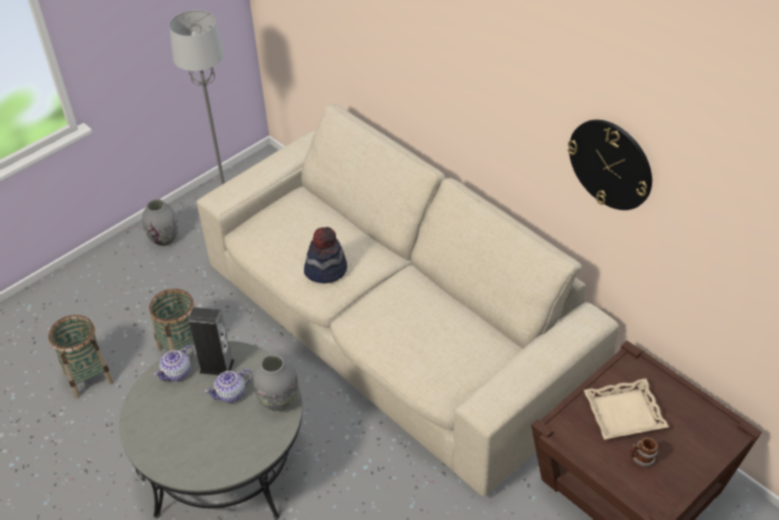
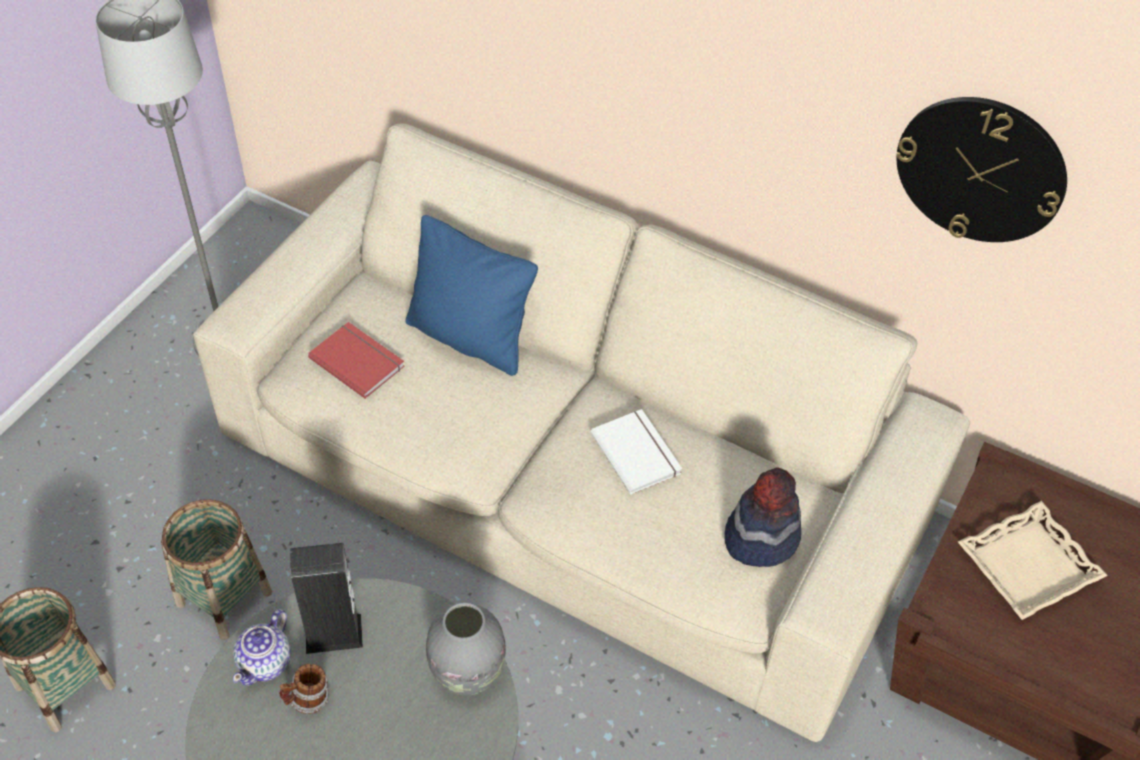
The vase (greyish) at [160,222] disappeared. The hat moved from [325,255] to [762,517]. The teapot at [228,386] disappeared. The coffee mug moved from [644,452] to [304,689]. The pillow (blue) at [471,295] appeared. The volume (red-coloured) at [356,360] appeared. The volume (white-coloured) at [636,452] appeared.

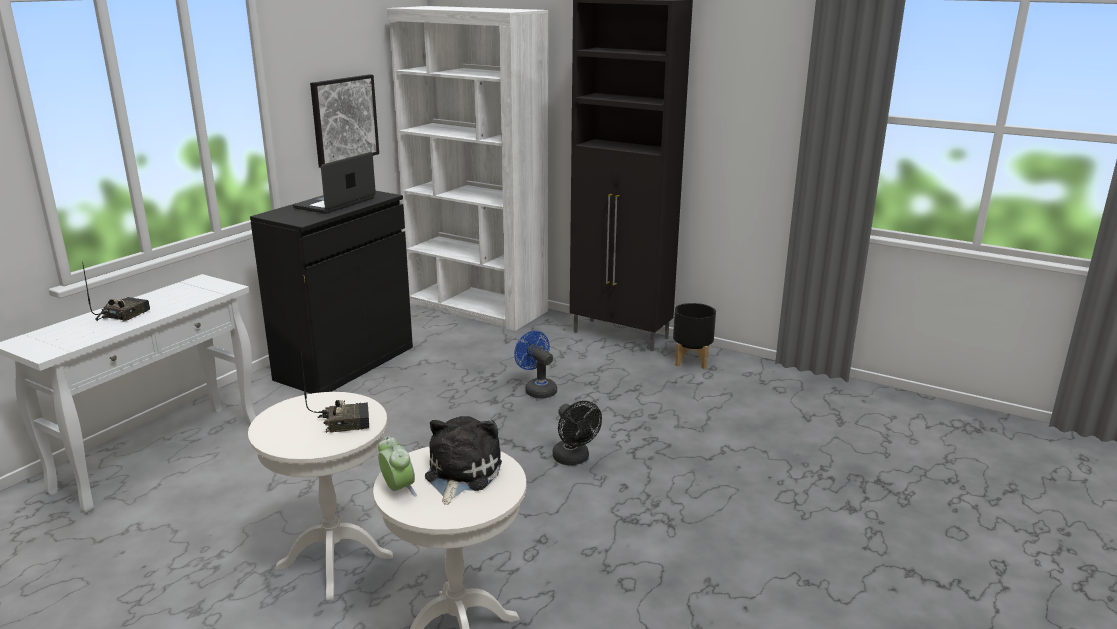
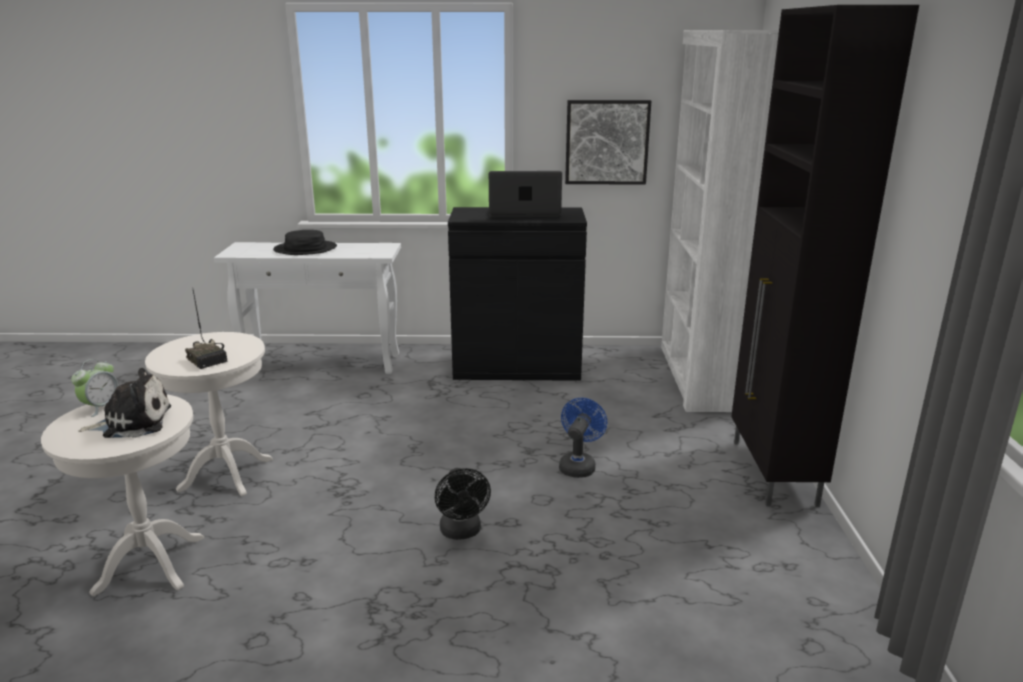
The radio receiver at [116,292] was replaced by the hat (black-coloured) at [305,242]. The planter (black-coloured) at [694,336] disappeared. The fan (black-coloured) at [577,433] turned 45 degrees counterclockwise.

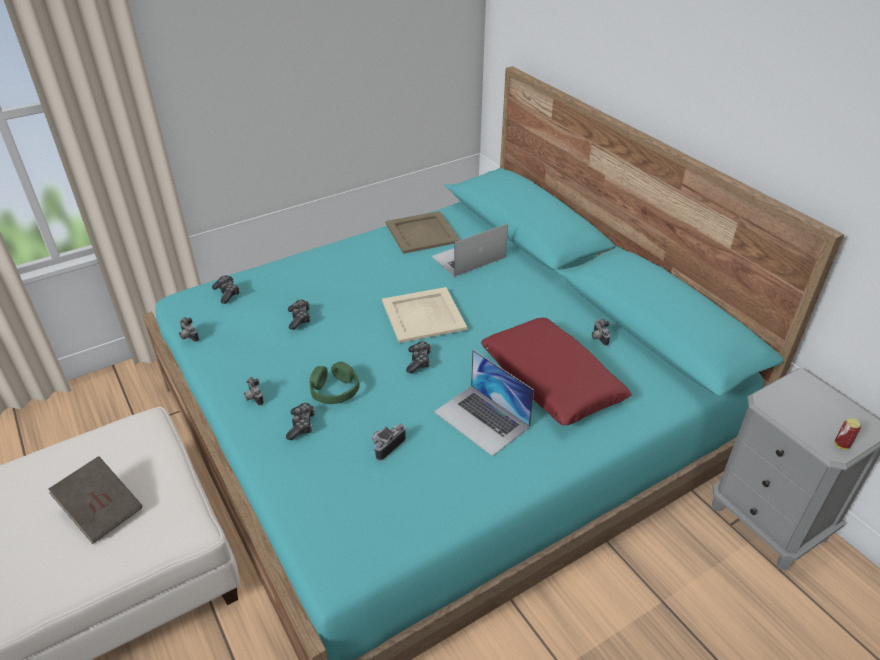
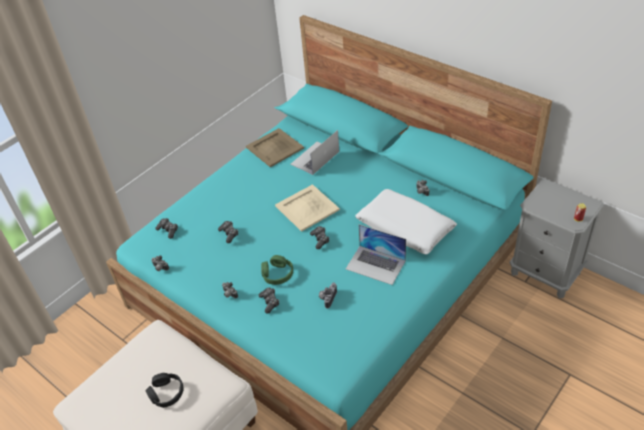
The pillow (red-coloured) at [556,371] became the pillow (white-coloured) at [406,221]. The volume (brownish) at [95,500] was replaced by the pair of headphones (black-coloured) at [164,390].

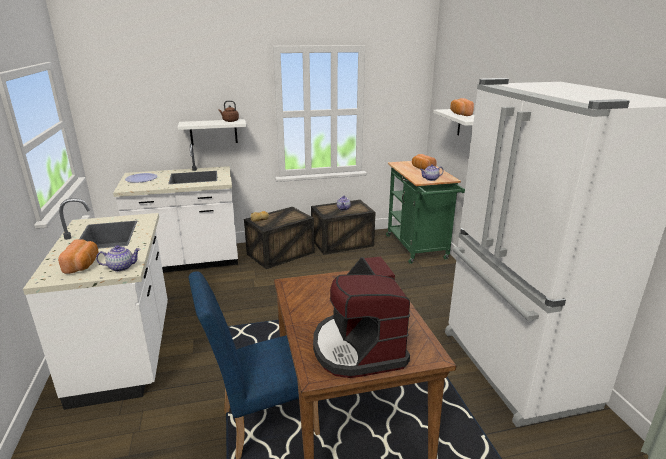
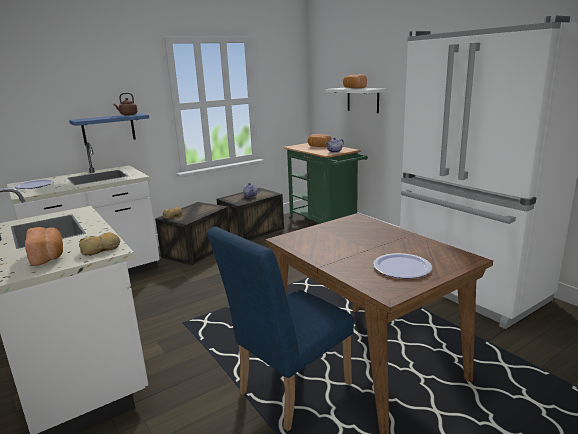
The bracket shelf (white-coloured) at [212,132] became the bracket shelf (blue) at [109,129]. The teapot at [118,258] was replaced by the bread at [99,243]. The coffee maker at [361,317] was replaced by the flat dish at [402,265].

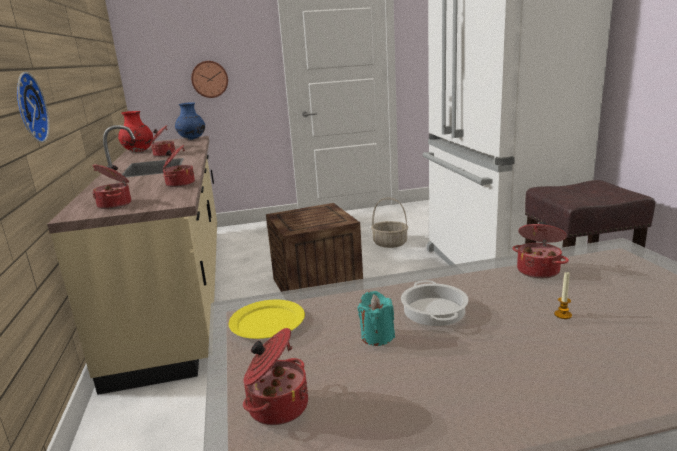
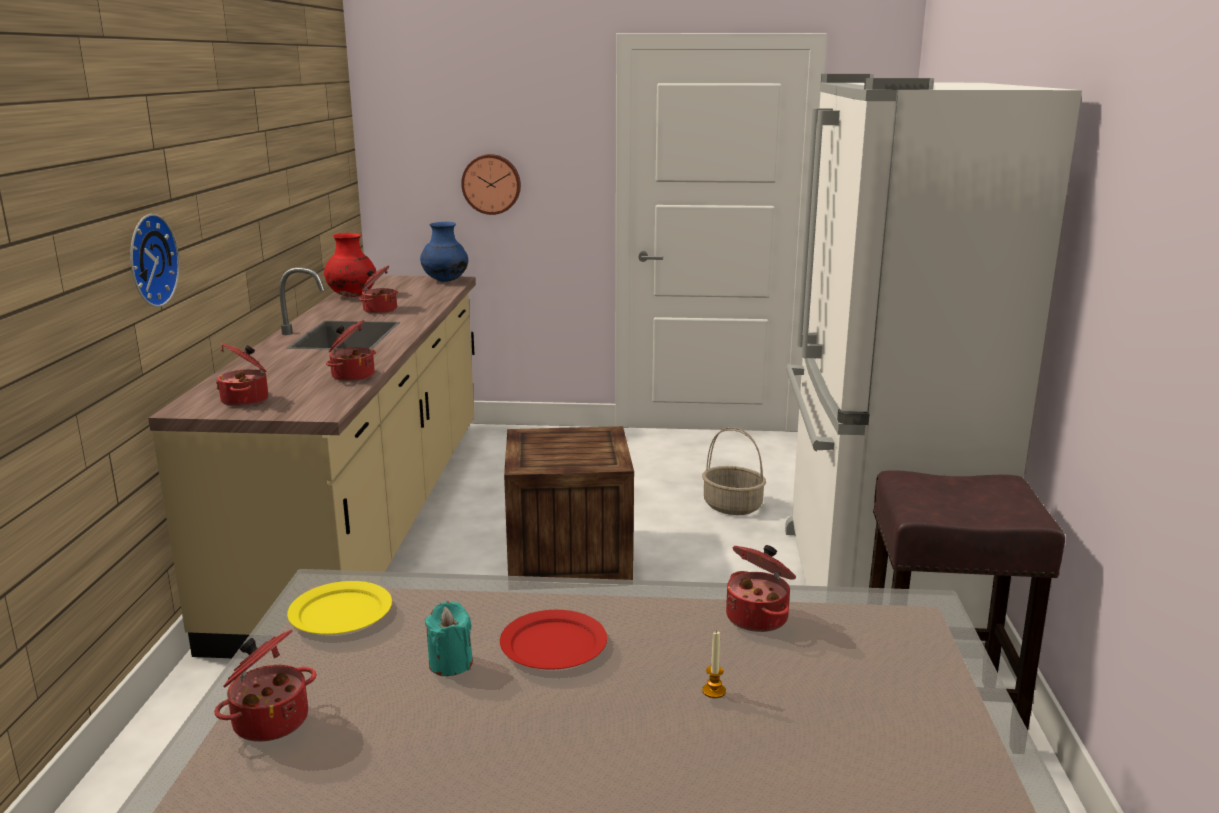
The saucepot at [435,303] was replaced by the flat dish (red-coloured) at [553,640].

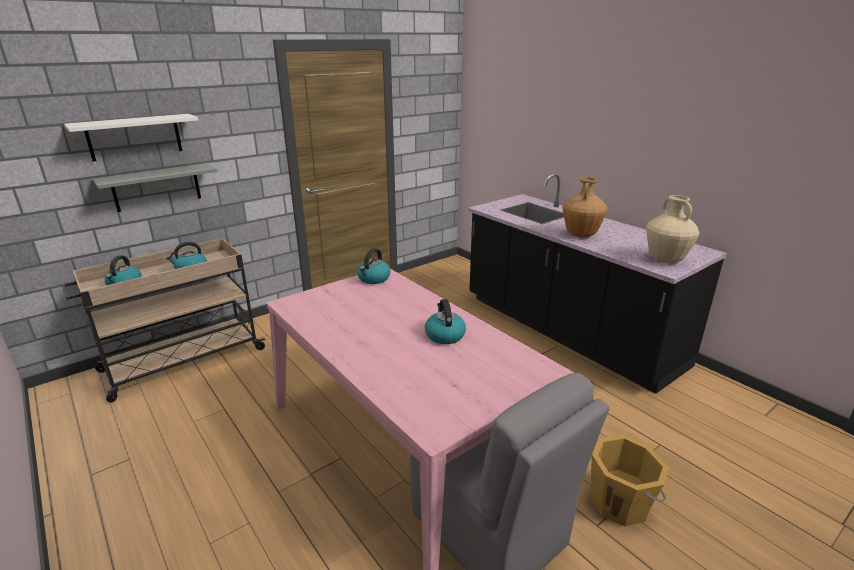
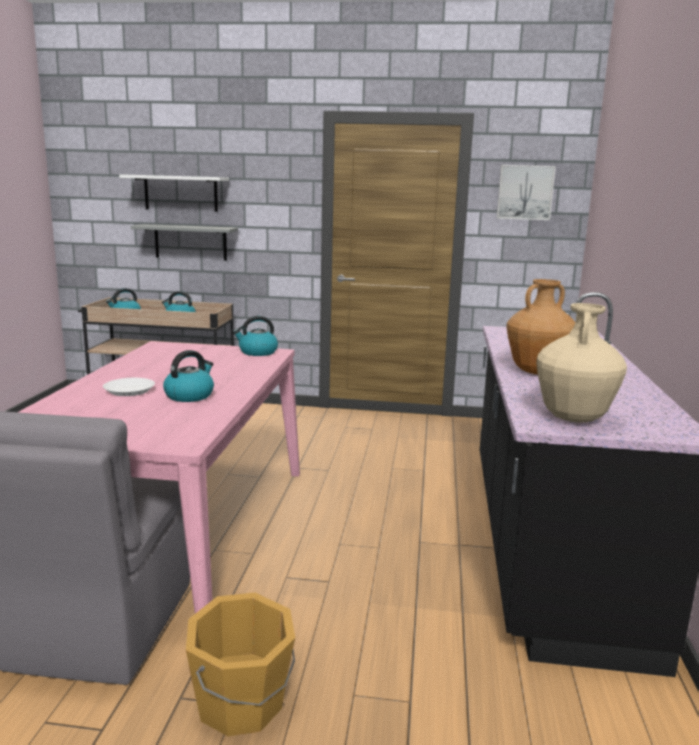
The wall picture at [526,192] appeared. The flat dish (white-coloured) at [129,387] appeared.

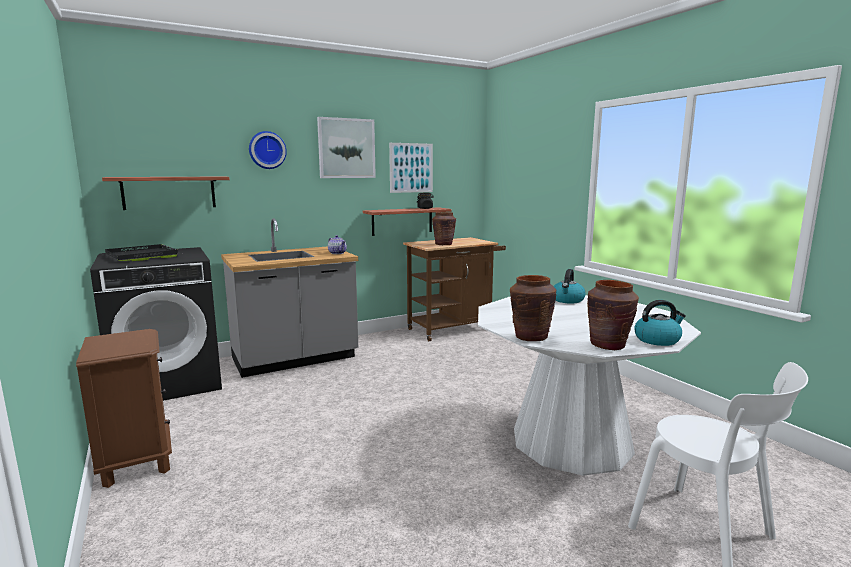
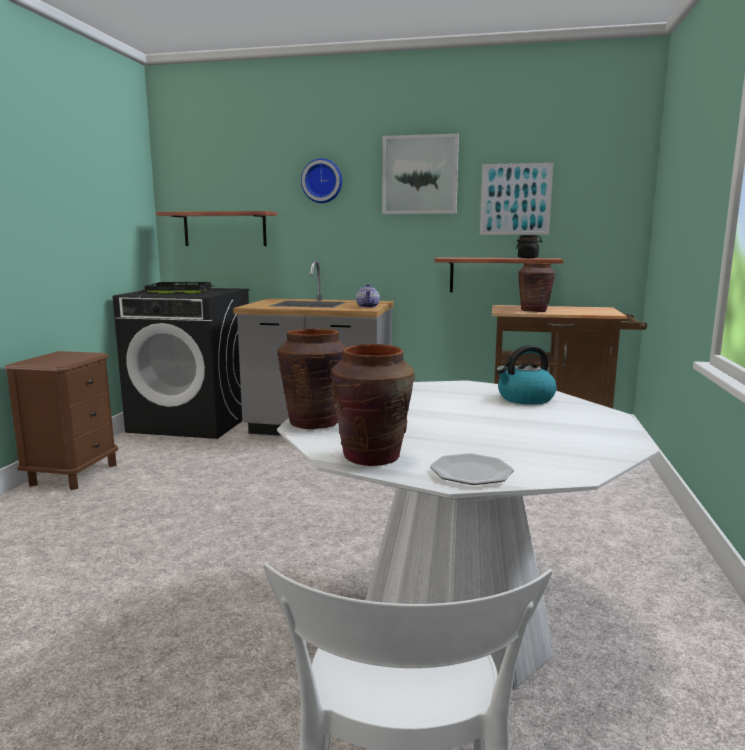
The kettle at [660,323] was replaced by the flat dish at [472,469].

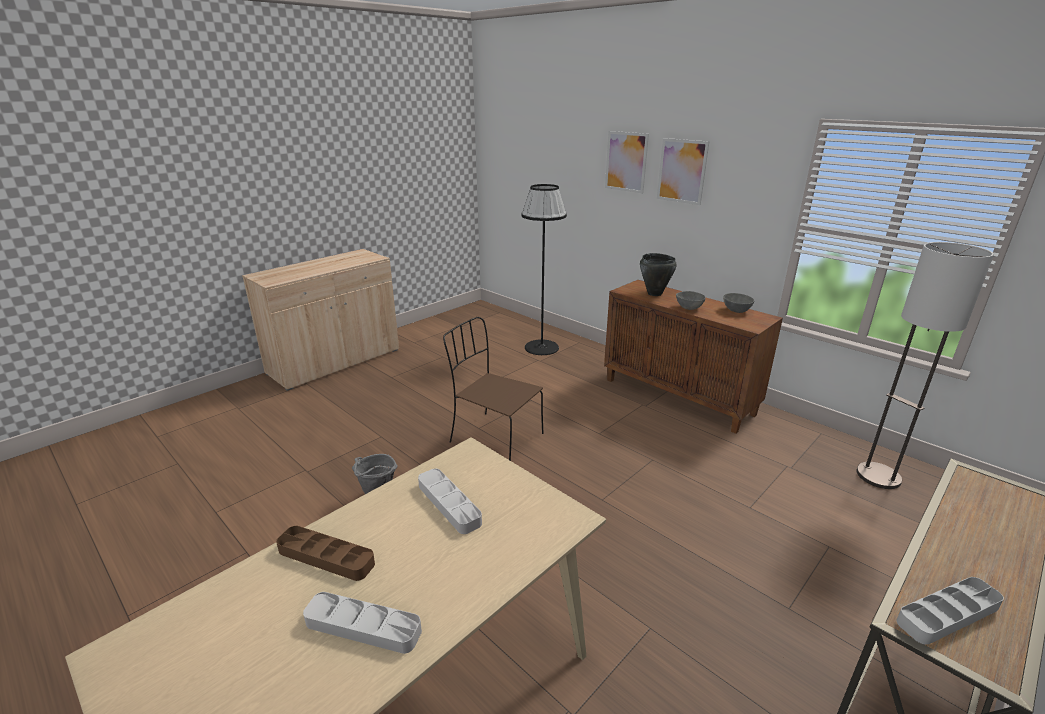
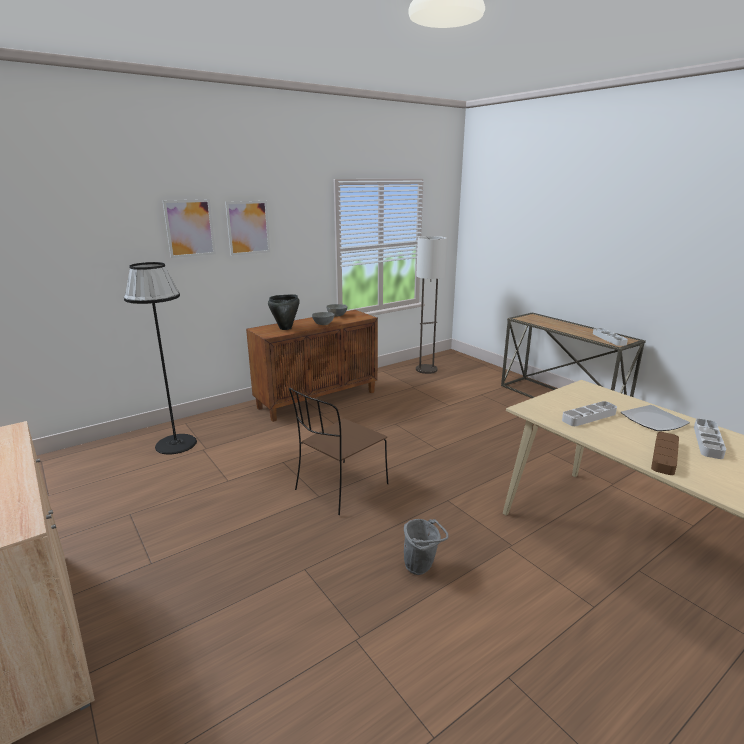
The flat dish at [655,418] appeared.

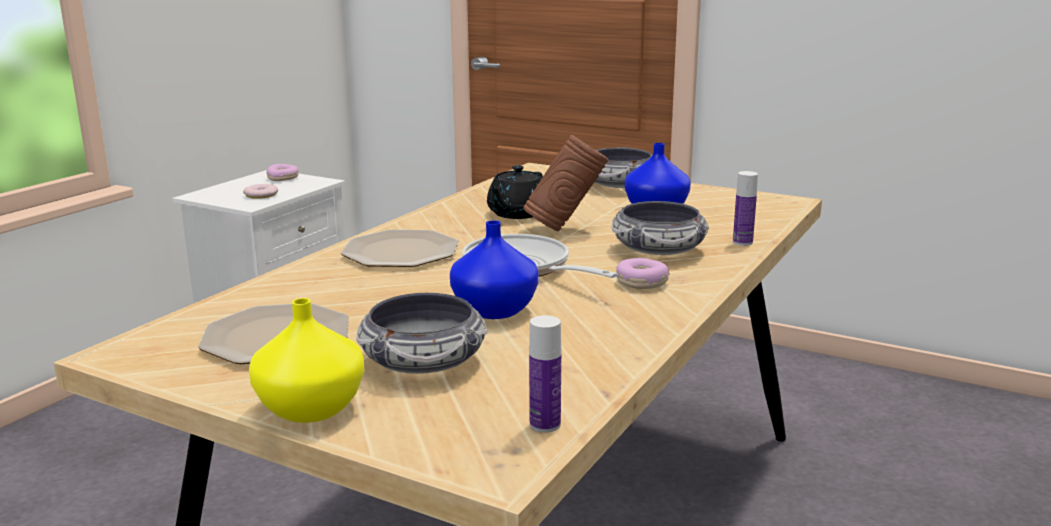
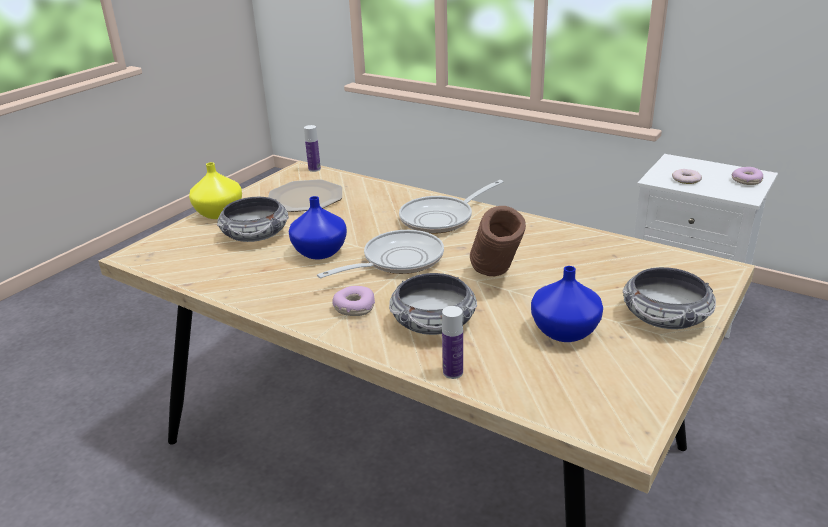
The teapot (black-coloured) at [515,192] disappeared. The flat dish at [400,248] was replaced by the skillet at [451,206]. The beverage bottle moved from [545,374] to [312,148].

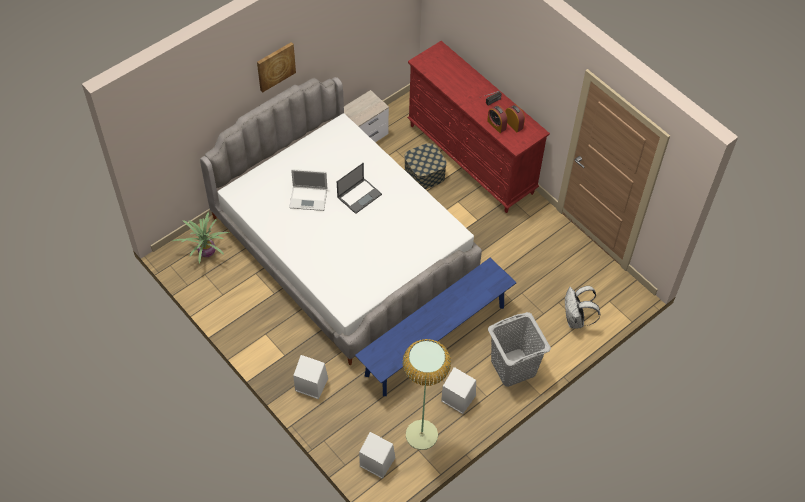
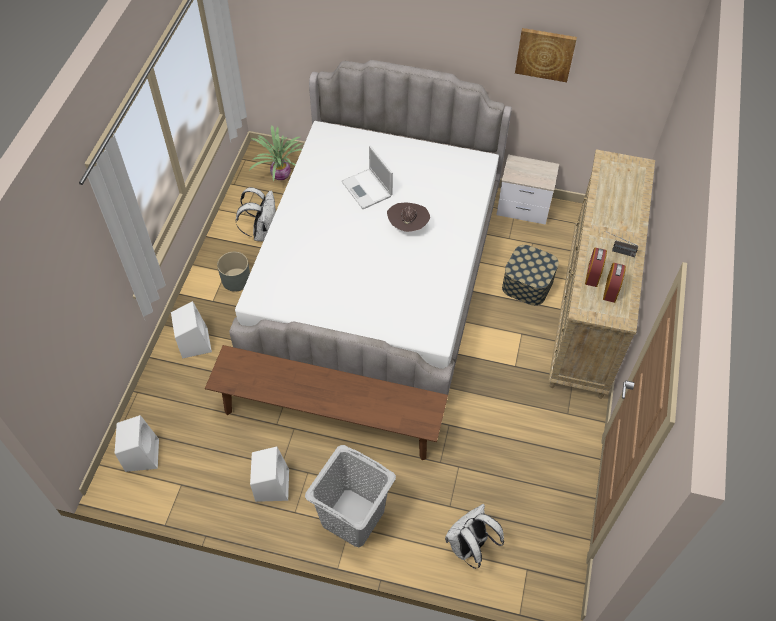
The dresser (red-coloured) at [478,127] became the dresser (beige) at [601,274]. The wall picture moved from [276,67] to [546,55]. The laptop at [359,188] was replaced by the hat (brownish) at [408,217]. The long seat (blue) at [436,327] became the long seat (brownish) at [326,402]. The floor lamp at [427,394] disappeared. The backpack (white-coloured) at [255,214] appeared. The planter (greyish) at [233,272] appeared.

